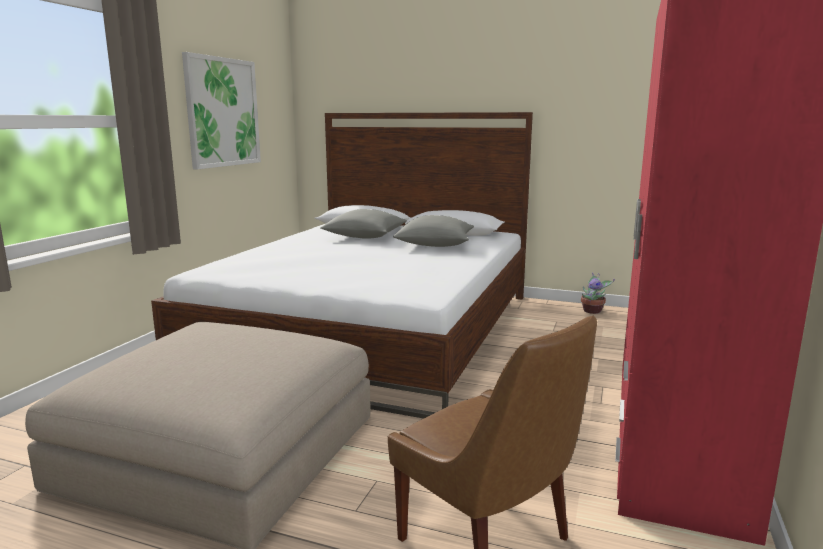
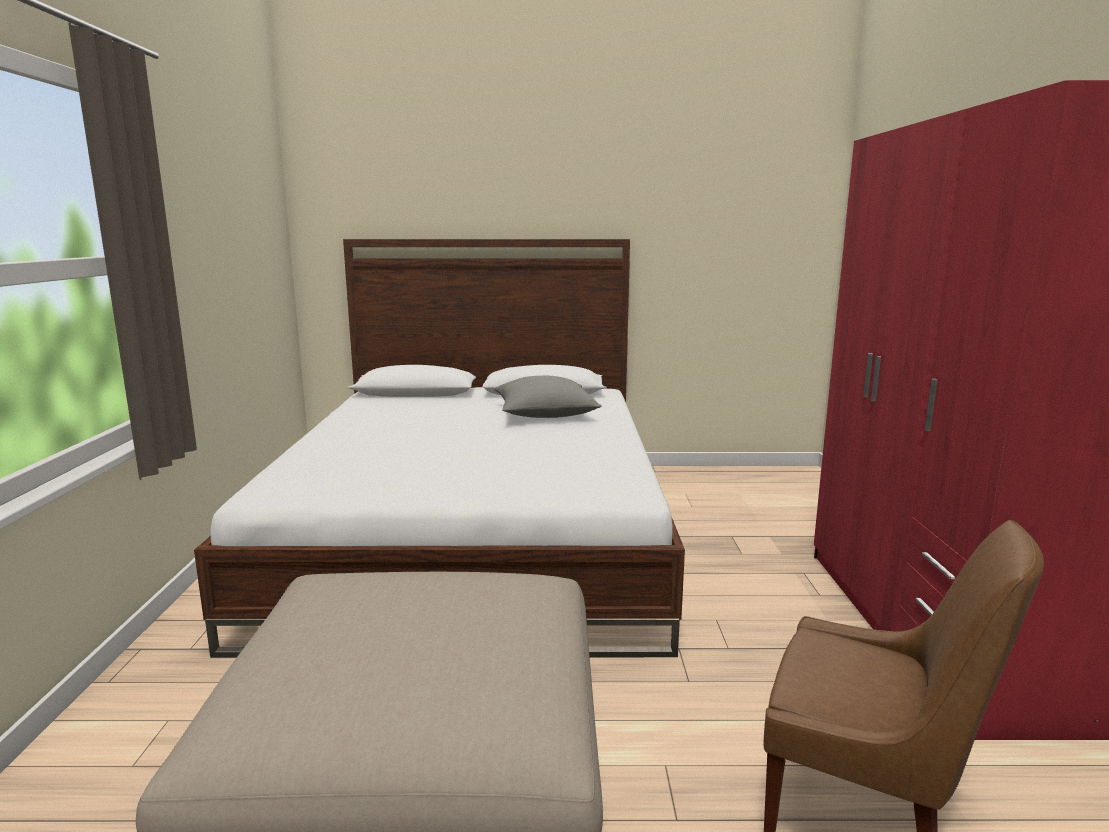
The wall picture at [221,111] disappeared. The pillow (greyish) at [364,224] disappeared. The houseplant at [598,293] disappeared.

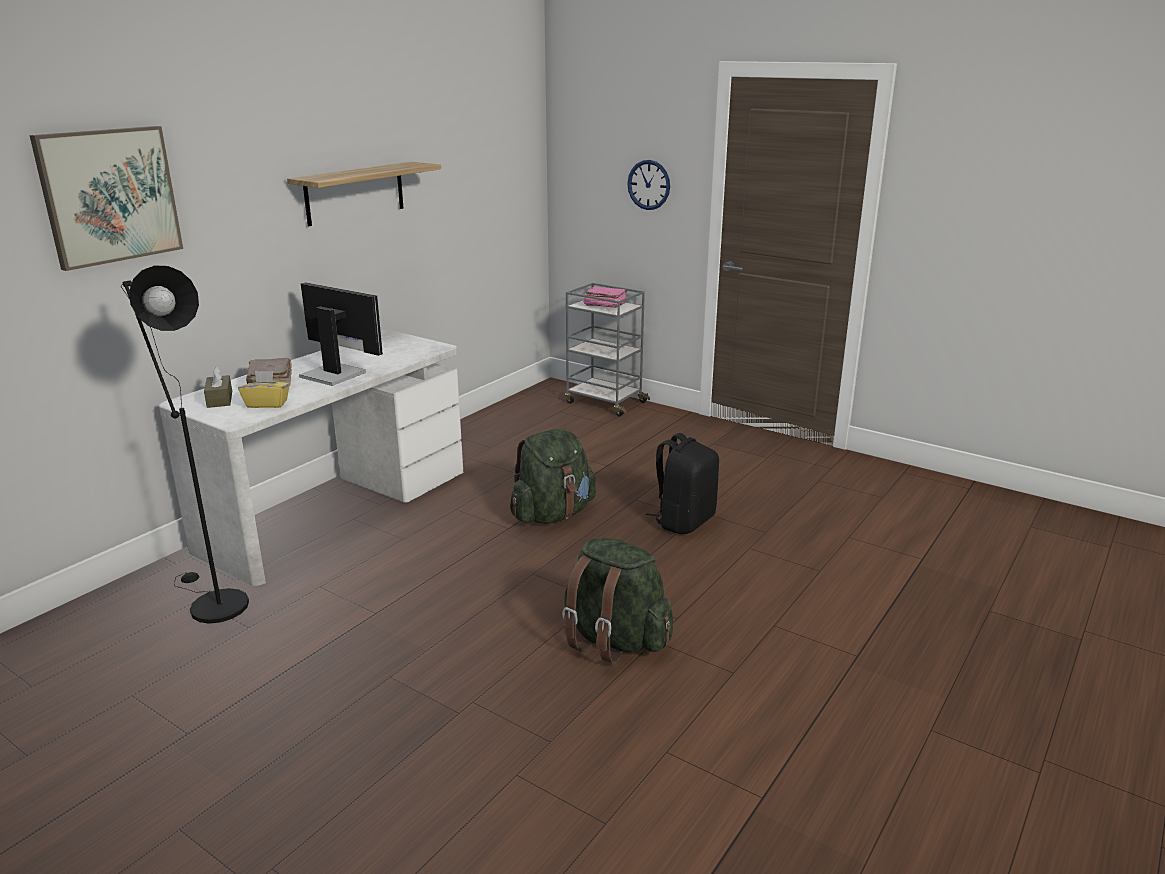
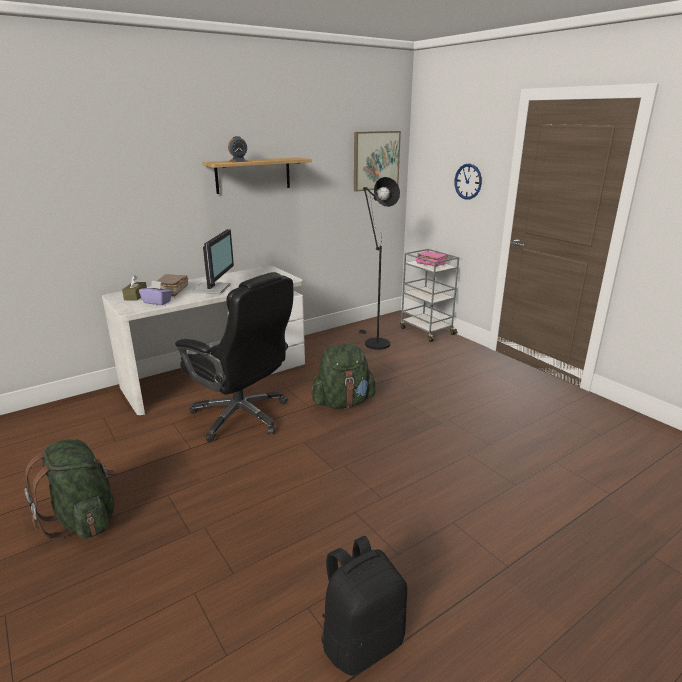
The wall picture moved from [106,198] to [377,161]. The floor lamp (black-coloured) moved from [185,444] to [378,263]. The computer display at [341,334] turned 45 degrees clockwise. The box of tissues (yellow) at [264,389] became the box of tissues (purple) at [155,293]. The backpack (black-coloured) moved from [682,483] to [364,606]. The backpack (green-coloured) moved from [617,601] to [70,489]. The bedside clock at [238,149] appeared. The desk chair (black-coloured) at [234,357] appeared.

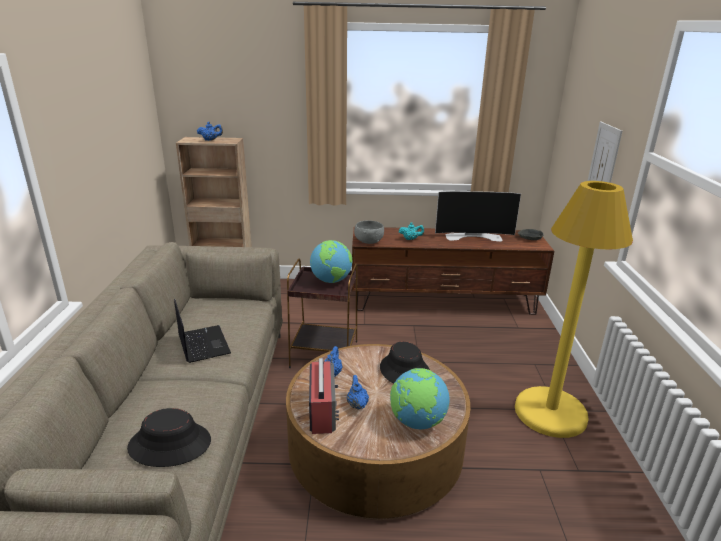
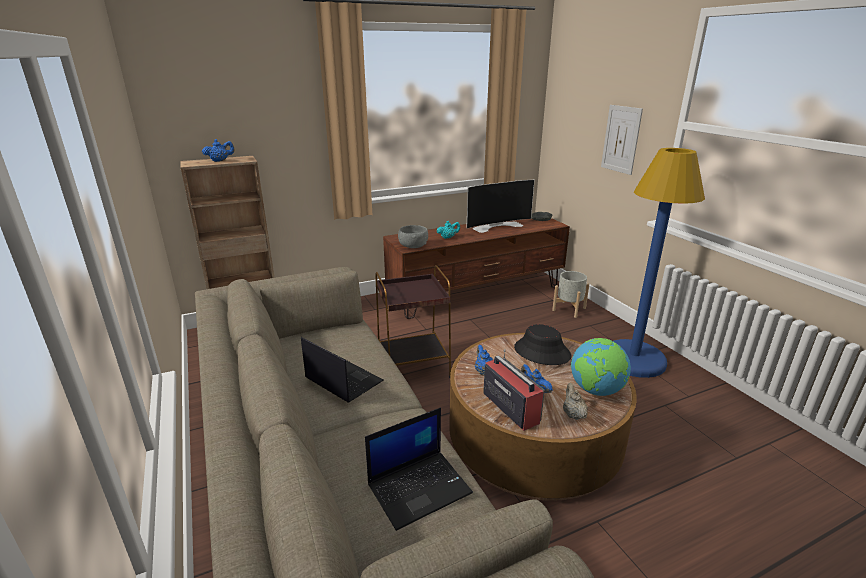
The floor lamp (yellow) at [574,309] became the floor lamp (blue) at [659,263]. The world globe at [331,261] disappeared. The hat (black-coloured) at [169,437] was replaced by the laptop at [419,469]. The planter (greyish) at [570,294] appeared. The teapot (beige) at [575,401] appeared.

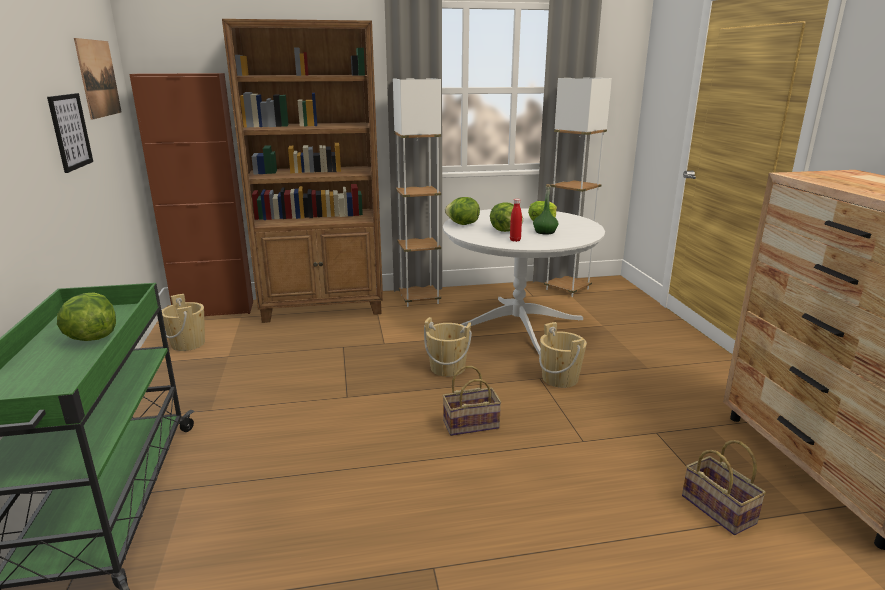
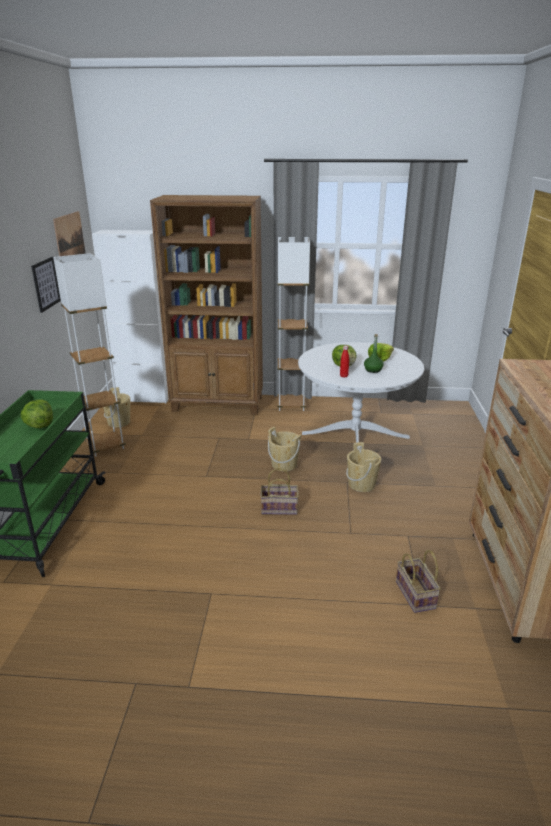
The cabinet (brownish) at [191,194] became the cabinet (white-coloured) at [130,317]. The floor lamp (white-coloured) moved from [578,187] to [89,355]. The lettuce at [462,211] disappeared.

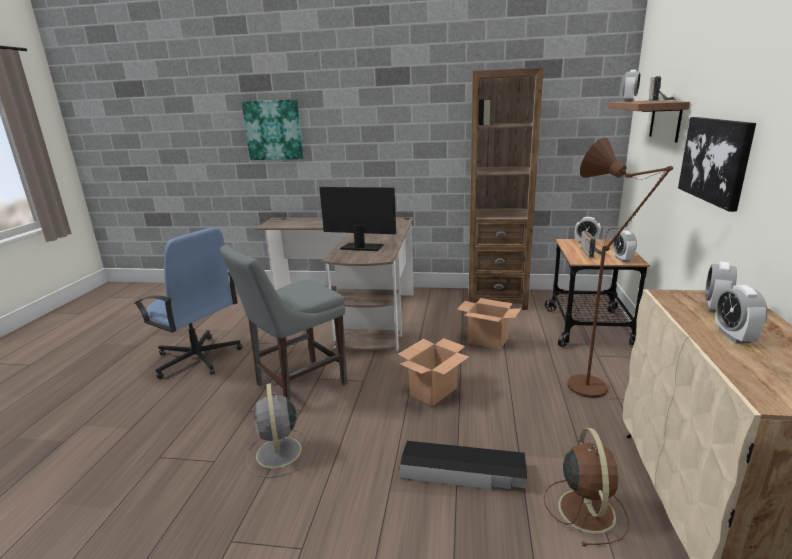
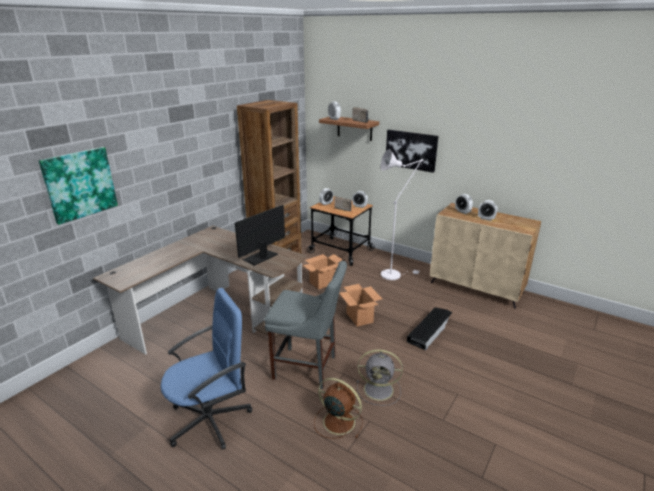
The floor lamp (brownish) at [620,268] became the floor lamp (white-coloured) at [402,214]. The chair (greyish) at [283,322] turned 60 degrees counterclockwise. The fan (brownish) moved from [586,487] to [338,408].

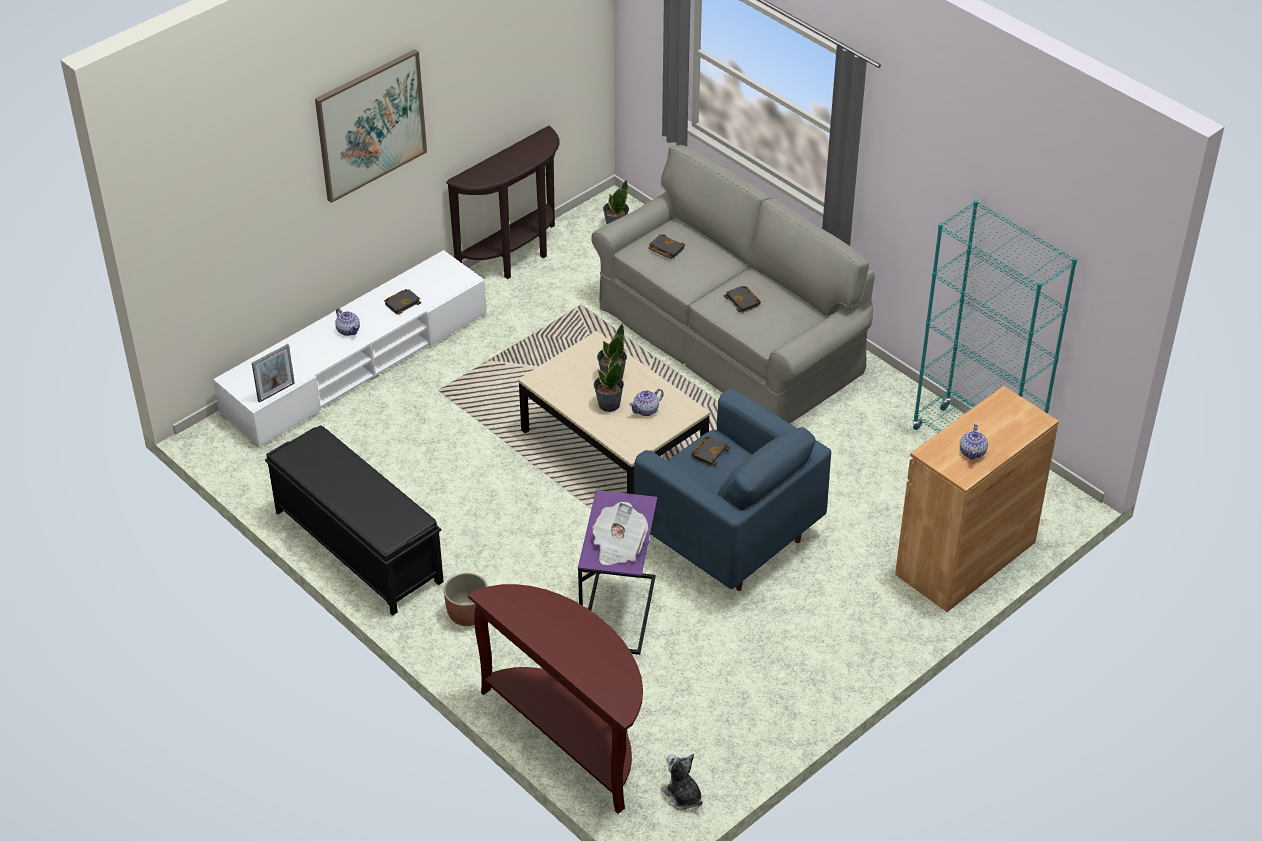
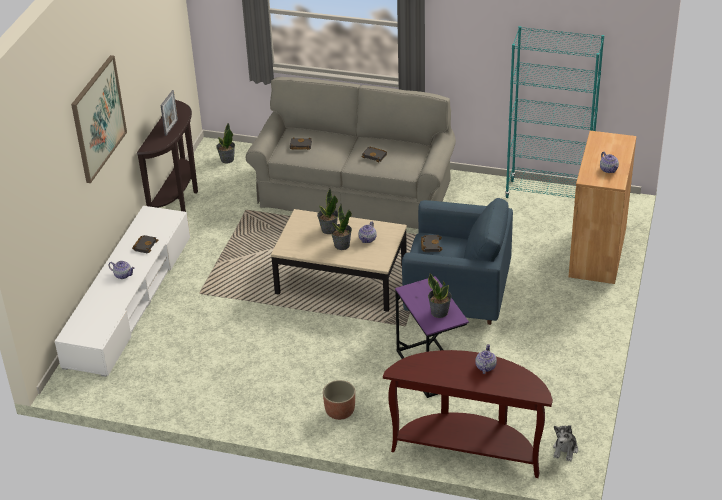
The picture frame moved from [273,373] to [169,113]. The long seat (black-coloured) at [354,520] disappeared. The daily paper at [620,533] was replaced by the houseplant at [440,295]. The soft toy at [681,782] turned 90 degrees counterclockwise. The teapot at [486,359] appeared.

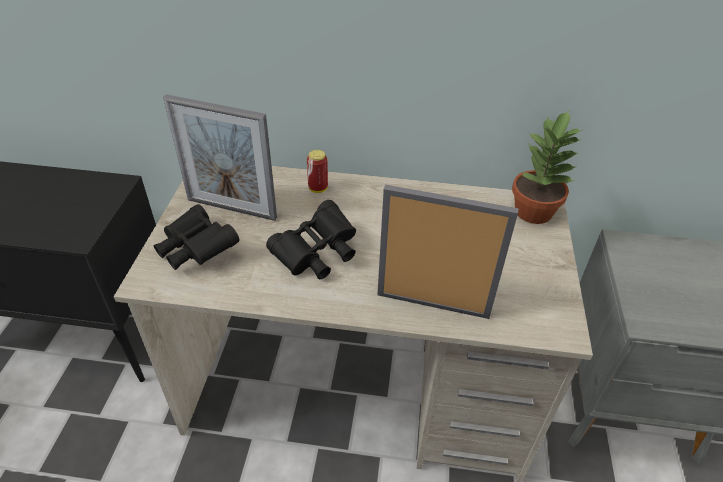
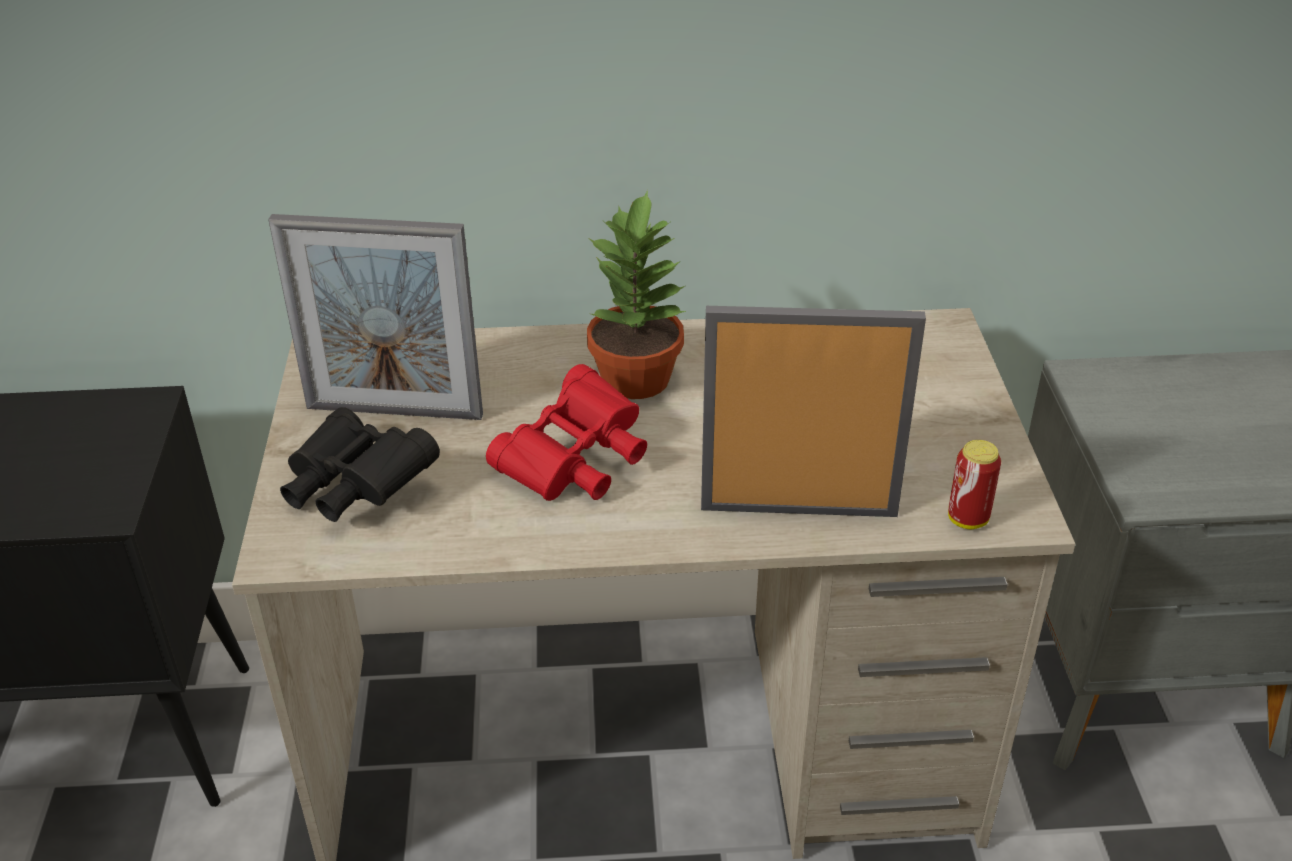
The houseplant moved from [547,167] to [636,294]. The sealed can moved from [317,171] to [974,484]. The binoculars (black-coloured) at [311,239] became the binoculars (red-coloured) at [566,432].

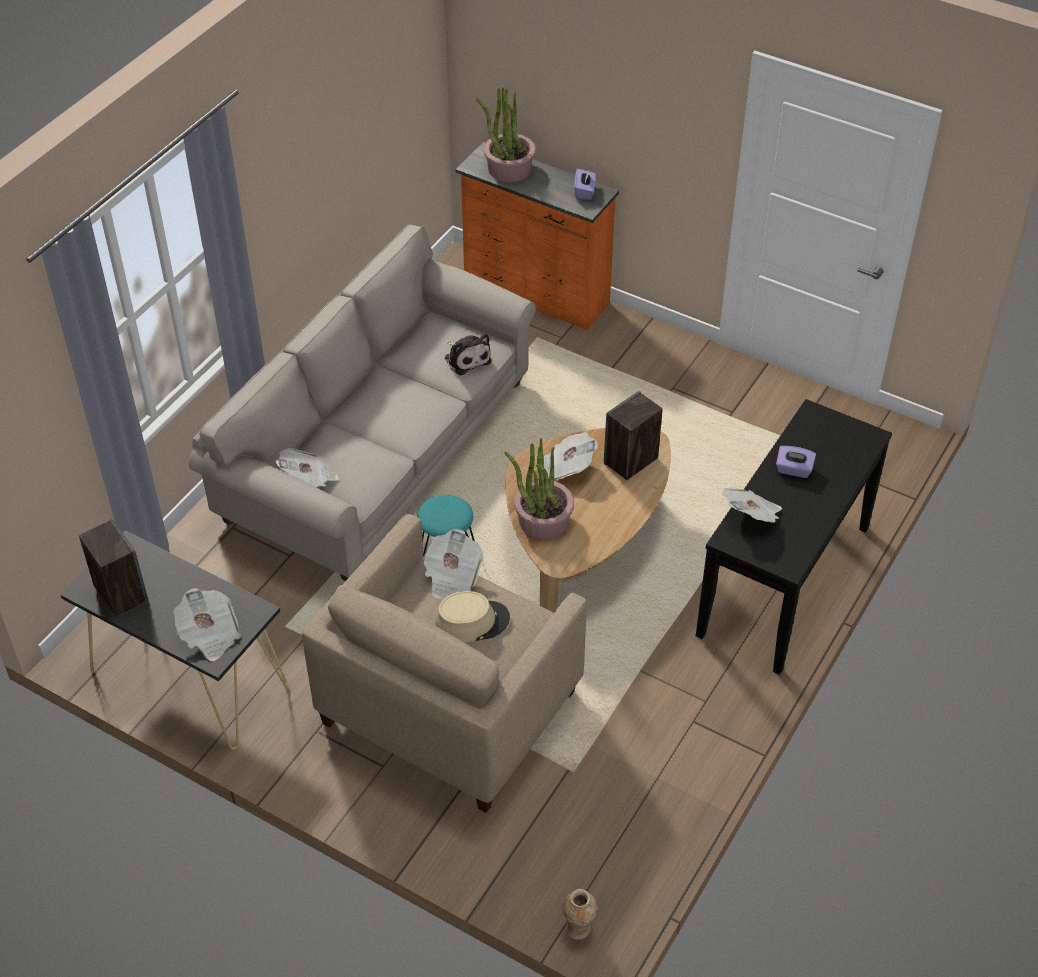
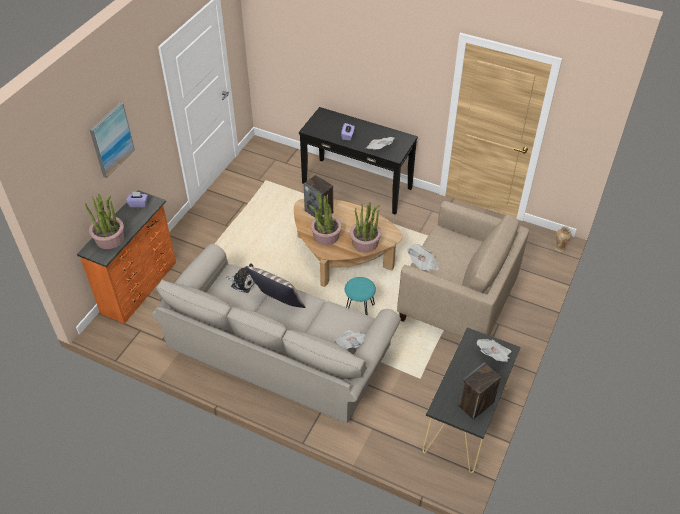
The soft toy at [468,355] turned 60 degrees clockwise. The daily paper at [570,456] was replaced by the houseplant at [325,219]. The hat (beige) at [472,617] disappeared. The wall picture at [112,140] appeared. The pillow at [276,287] appeared.

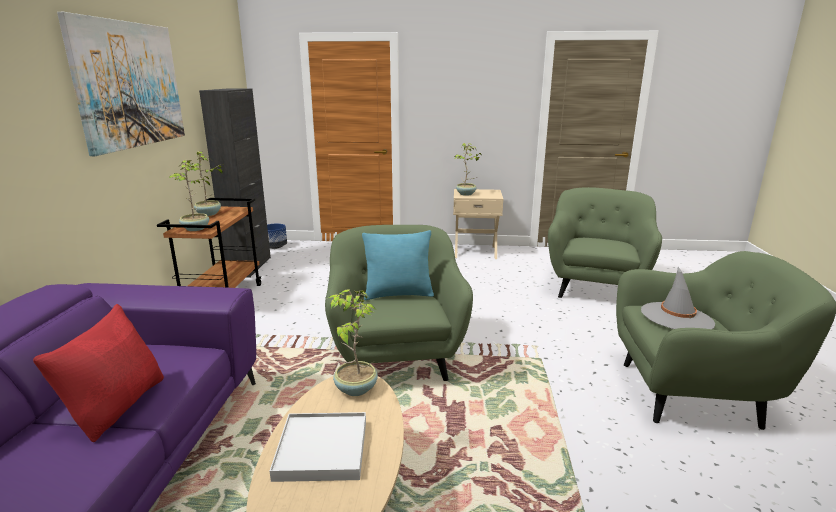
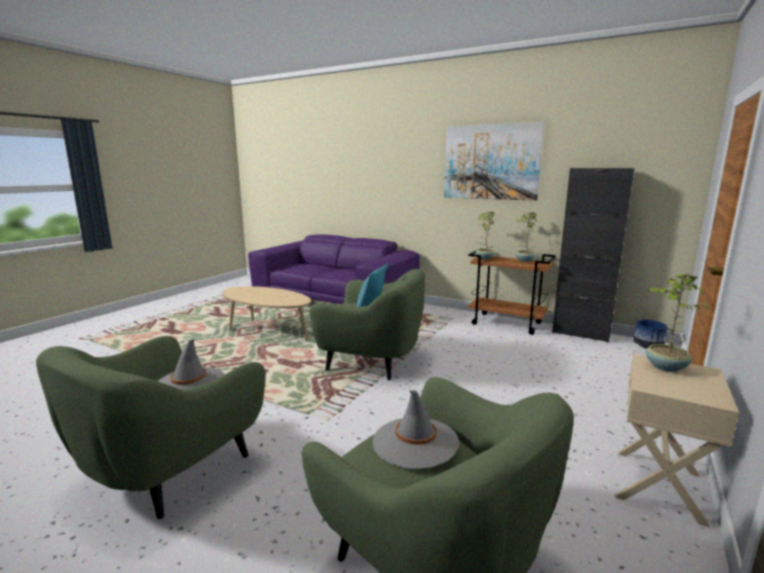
The houseplant at [353,342] disappeared. The pillow (red-coloured) at [98,373] disappeared. The serving tray (white-coloured) at [318,447] disappeared. The hat (greyish) at [416,429] appeared.

